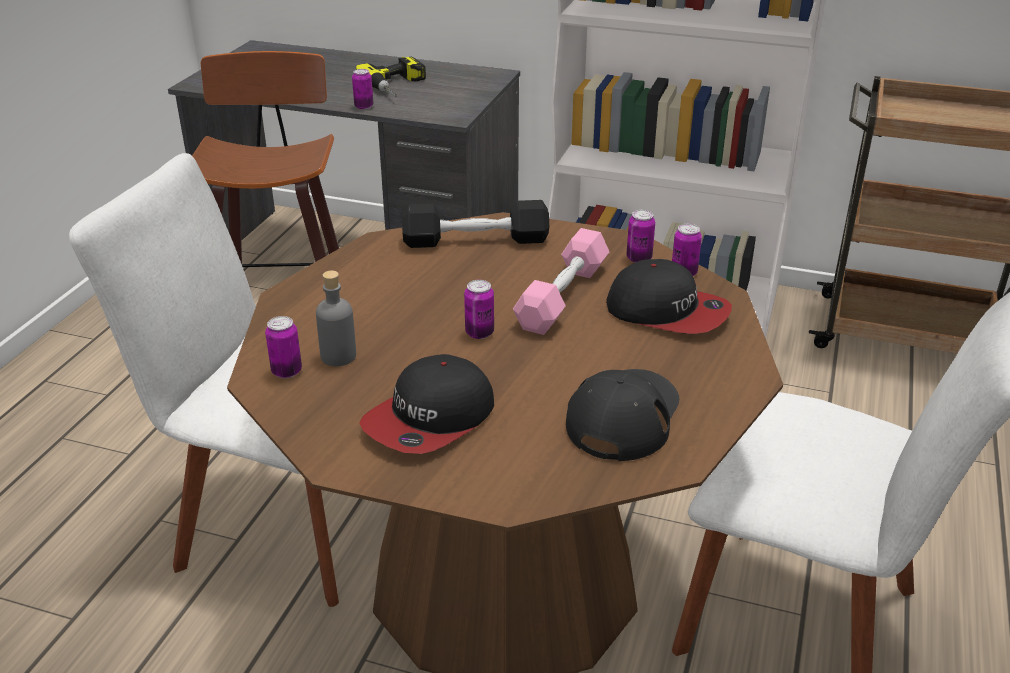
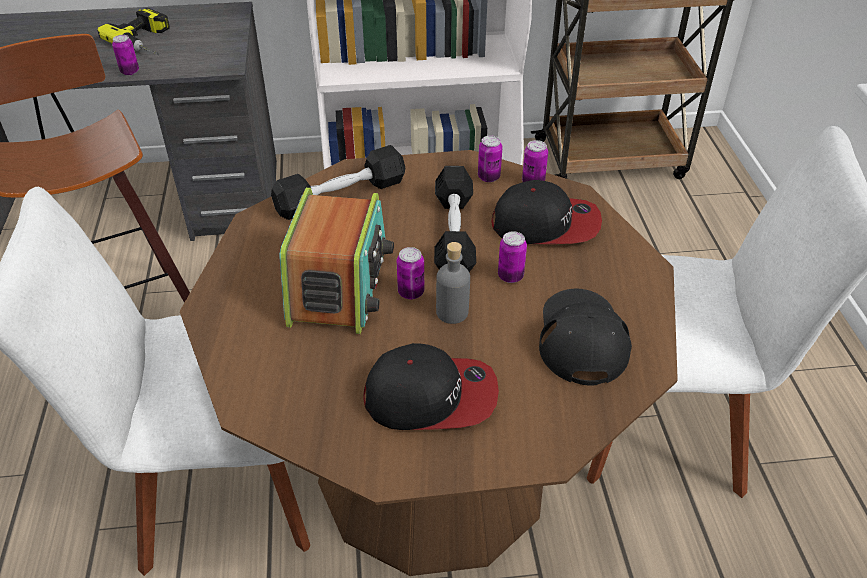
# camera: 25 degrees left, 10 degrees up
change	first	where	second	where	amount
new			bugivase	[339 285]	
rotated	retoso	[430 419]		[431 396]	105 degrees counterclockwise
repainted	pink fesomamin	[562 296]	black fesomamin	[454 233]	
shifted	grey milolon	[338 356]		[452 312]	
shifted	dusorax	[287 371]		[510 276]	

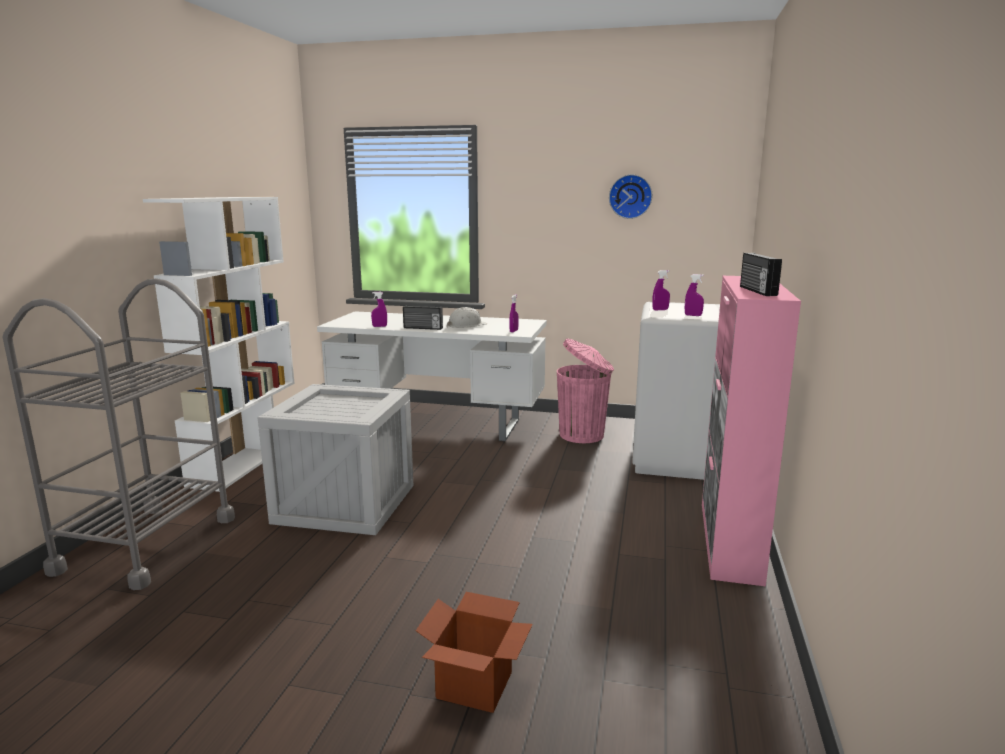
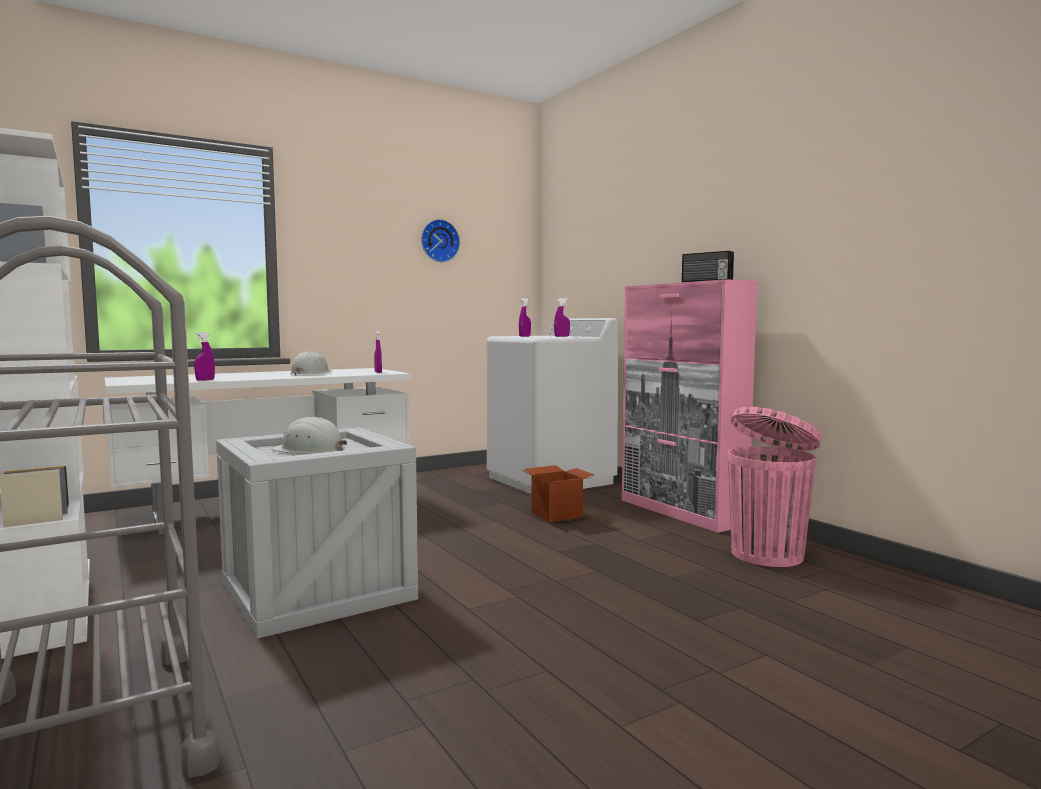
# camera: 45 degrees left, 10 degrees down
change	first	where	second	where	amount
new			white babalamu	[309 450]	
shifted	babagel	[474 685]		[556 515]	
shifted	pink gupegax	[583 435]		[768 554]	
gone	bugivase	[423 328]			

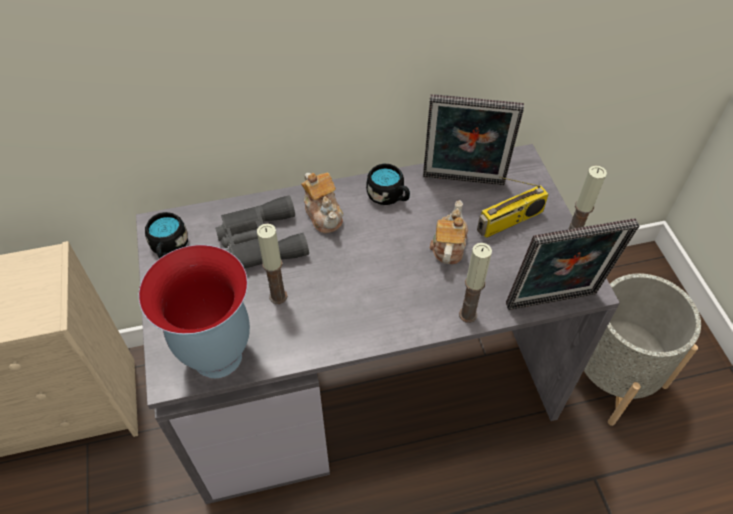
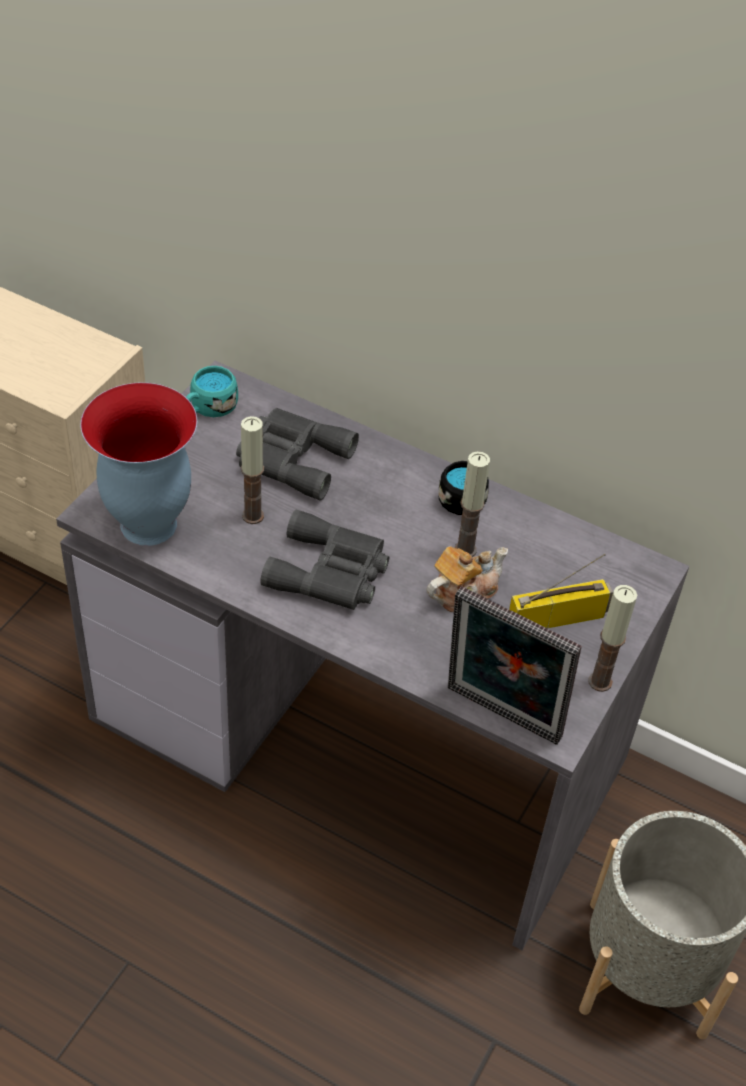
# camera: 40 degrees right, 5 degrees down
change	first	where	second	where	amount
repainted	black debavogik	[168 248]	turquoise debavogik	[209 408]	
new			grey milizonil	[330 573]	
shifted	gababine	[468 314]		[465 550]	
rotated	bugivase	[510 221]		[557 617]	150 degrees clockwise
gone	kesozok	[323 213]			
gone	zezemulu	[463 182]			

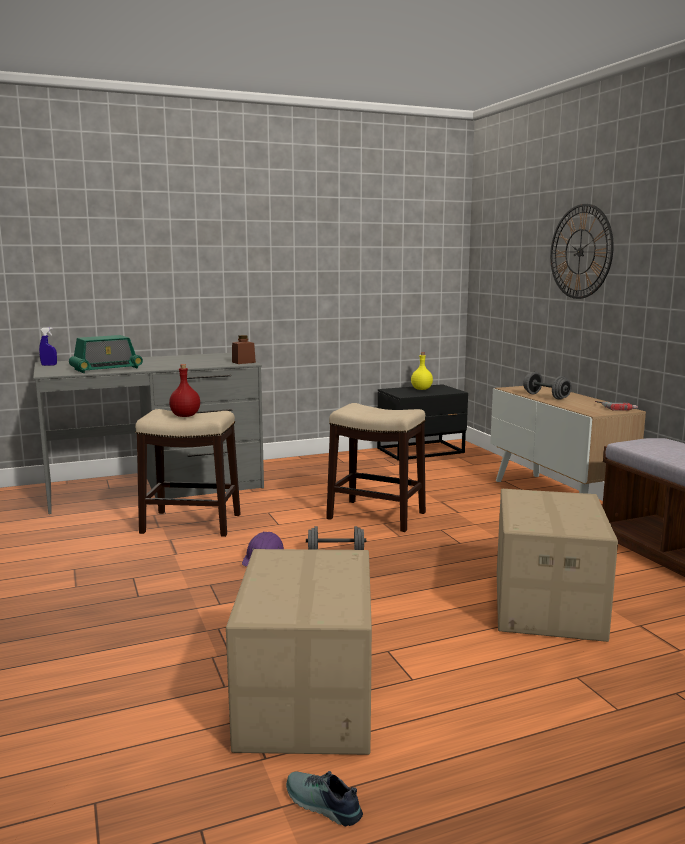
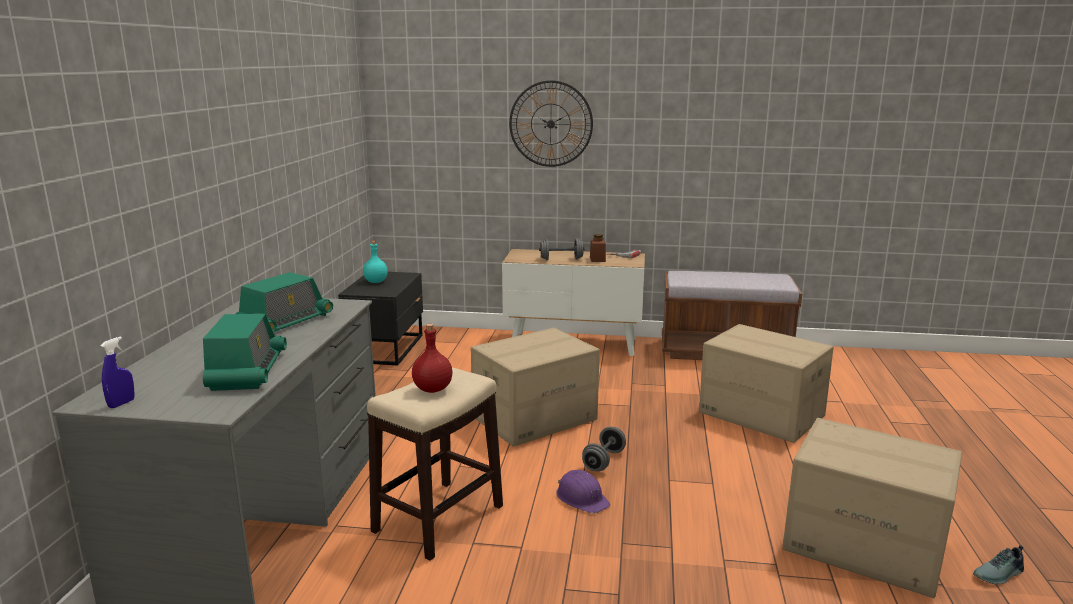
# camera: 60 degrees left, 5 degrees up
change	first	where	second	where	amount
new			bugivase	[285 322]	
repainted	yellow milolon	[421 389]	turquoise milolon	[376 282]	
swapped	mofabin	[377 516]	babagel	[534 418]	
shifted	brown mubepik	[243 362]		[597 259]	

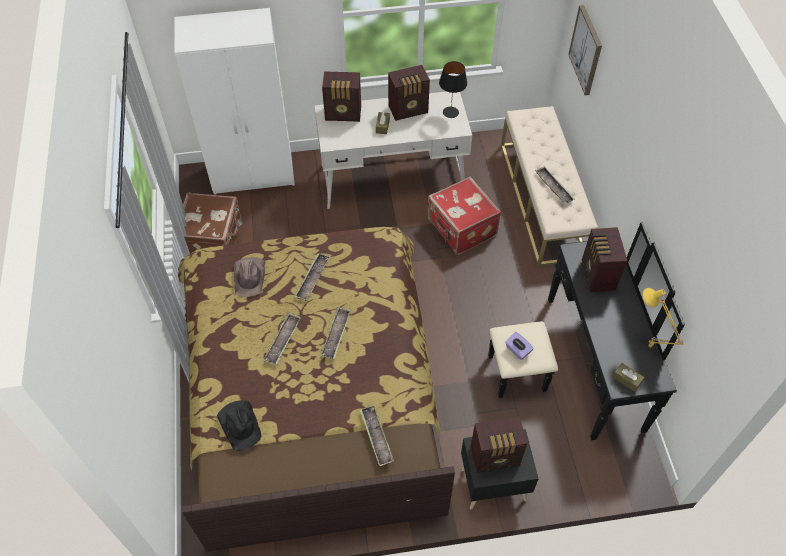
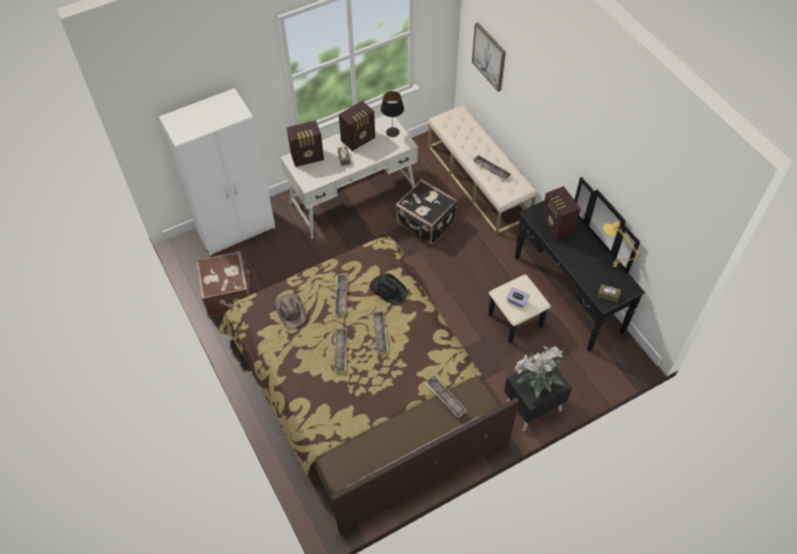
# camera: 20 degrees left, 0 degrees up
change	first	where	second	where	amount
shifted	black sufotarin	[240 425]		[388 290]	
repainted	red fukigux	[461 229]	black fukigux	[425 223]	
swapped	bugivase	[496 457]	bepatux	[536 383]	

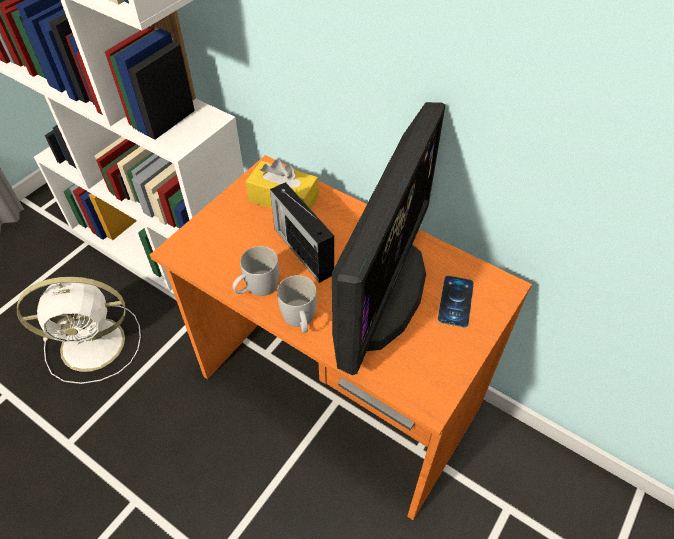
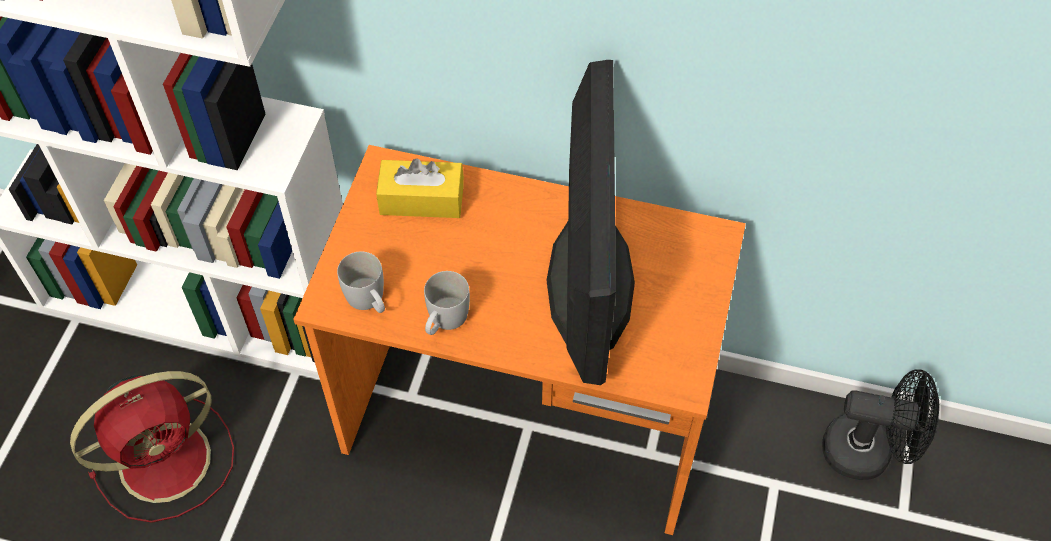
# camera: 20 degrees left, 5 degrees up
change	first	where	second	where	amount
repainted	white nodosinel	[96 343]	red nodosinel	[169 458]	
shifted	white debavogik	[300 320]		[369 301]	
new			black nodosinel	[868 451]	
gone	bugivase	[303 250]			
gone	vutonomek	[455 301]			

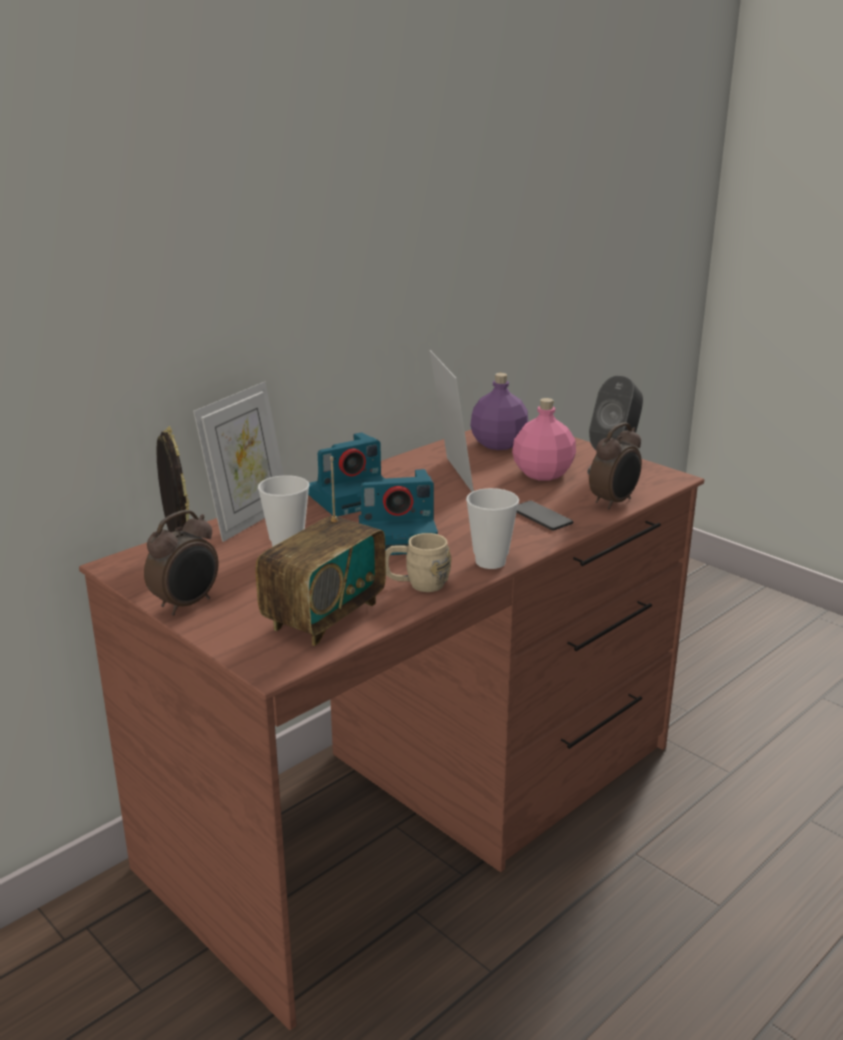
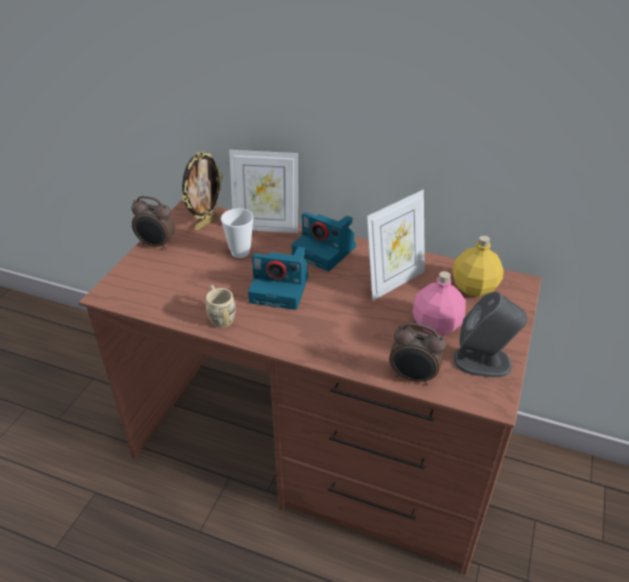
# camera: 65 degrees right, 15 degrees up
change	first	where	second	where	amount
rotated	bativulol	[399 536]		[281 289]	45 degrees counterclockwise
repainted	purple milolon	[499 444]	yellow milolon	[473 288]	
gone	bugivase	[324 616]			
gone	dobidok	[490 562]			
gone	vutonomek	[541 517]			

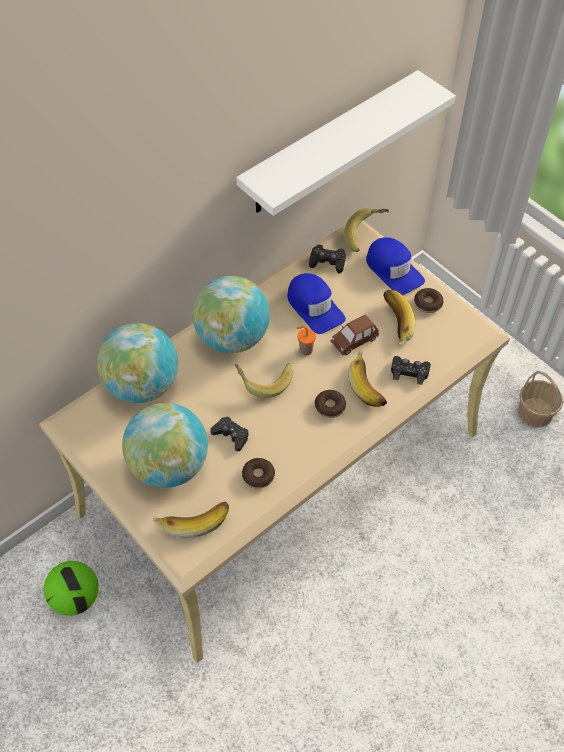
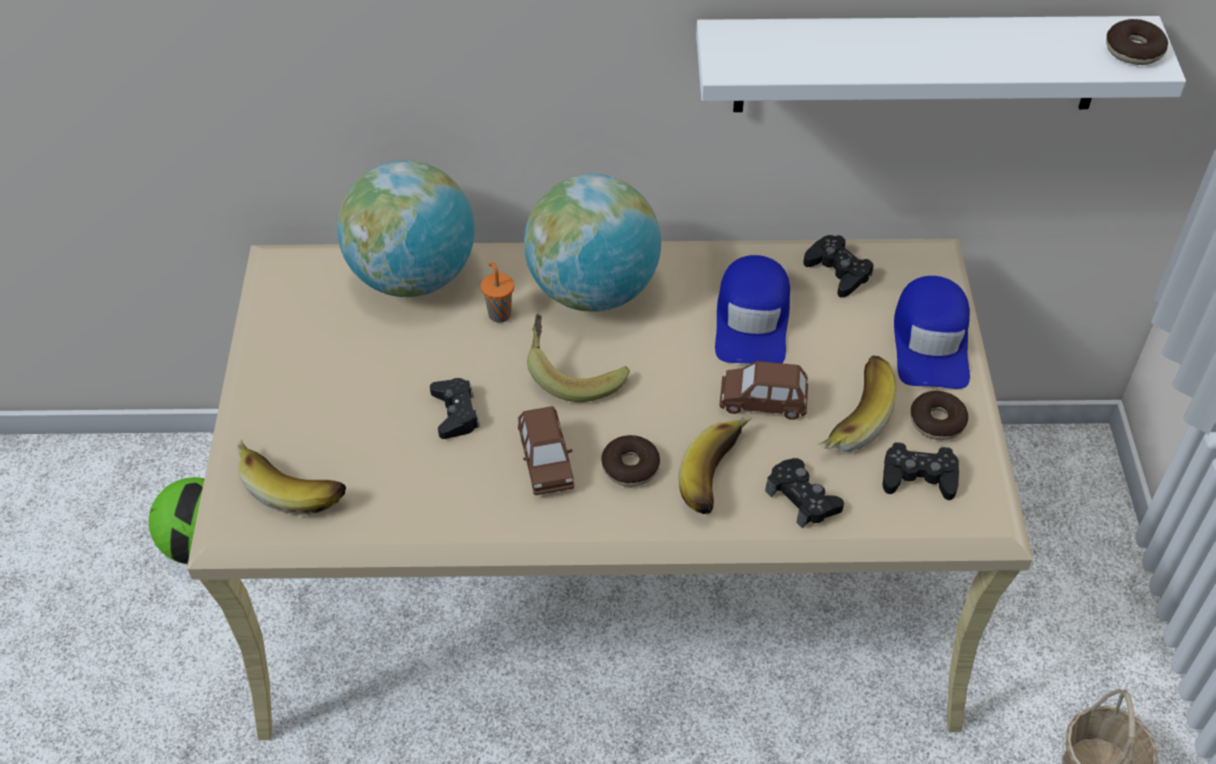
# camera: 40 degrees right, 5 degrees down
change	first	where	second	where	amount
shifted	orange dobidok	[305 350]		[499 313]	
new			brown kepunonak	[546 462]	
new			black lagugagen	[918 477]	
shifted	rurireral	[258 476]		[1133 50]	
gone	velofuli	[169 465]			
gone	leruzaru	[366 236]			

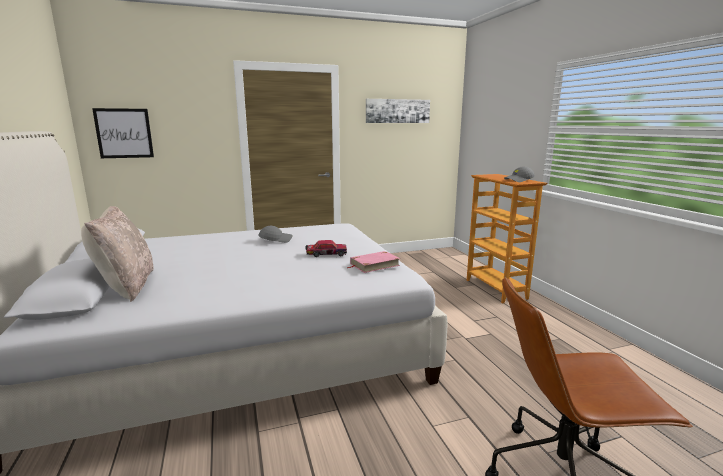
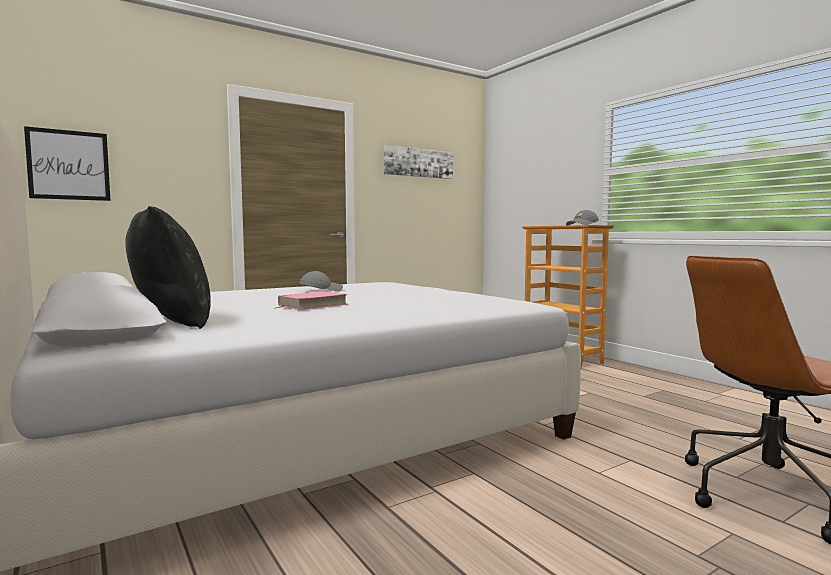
# camera: 15 degrees left, 10 degrees down
change	first	where	second	where	amount
repainted	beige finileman	[126 287]	black finileman	[170 321]	
shifted	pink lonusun	[374 265]		[312 305]	
gone	kepunonak	[326 254]			

